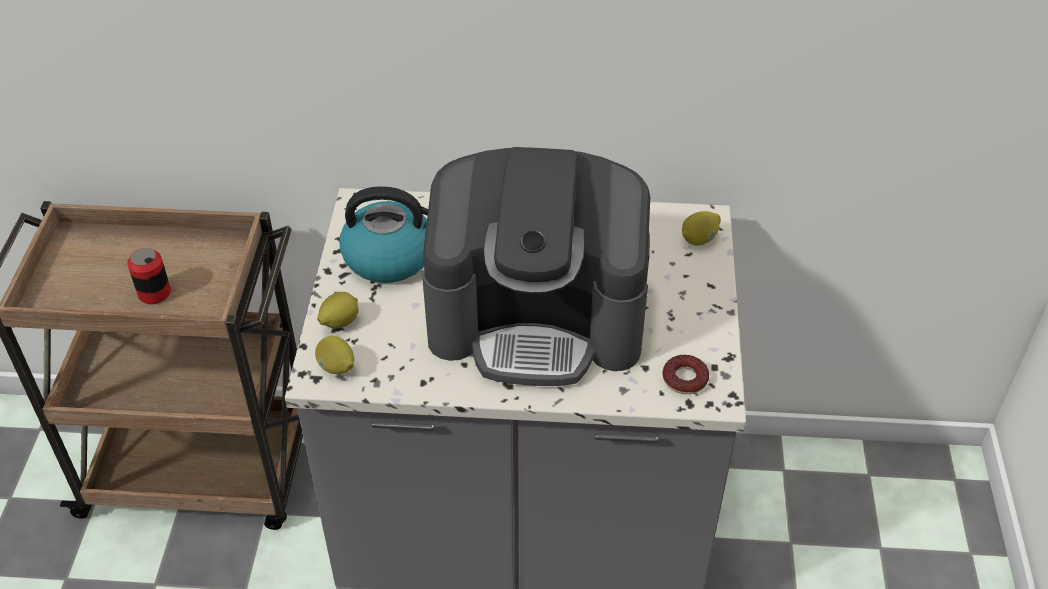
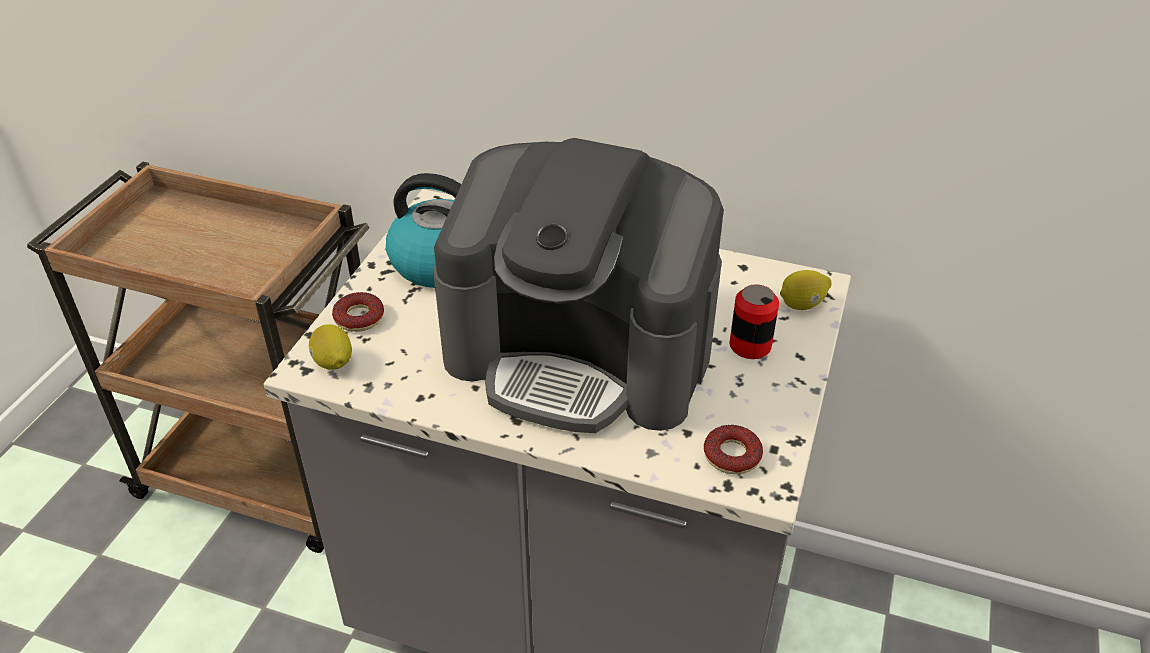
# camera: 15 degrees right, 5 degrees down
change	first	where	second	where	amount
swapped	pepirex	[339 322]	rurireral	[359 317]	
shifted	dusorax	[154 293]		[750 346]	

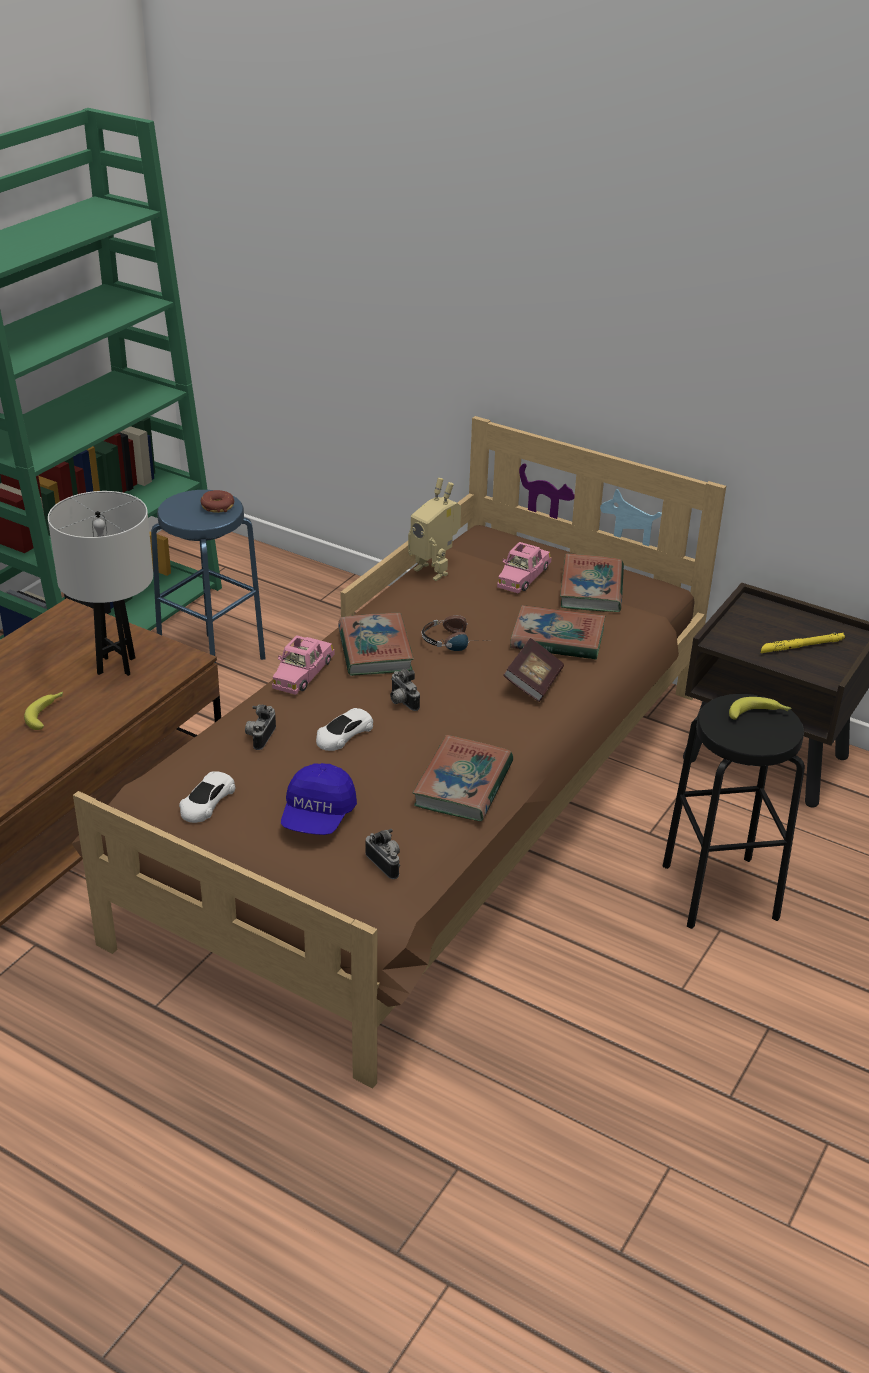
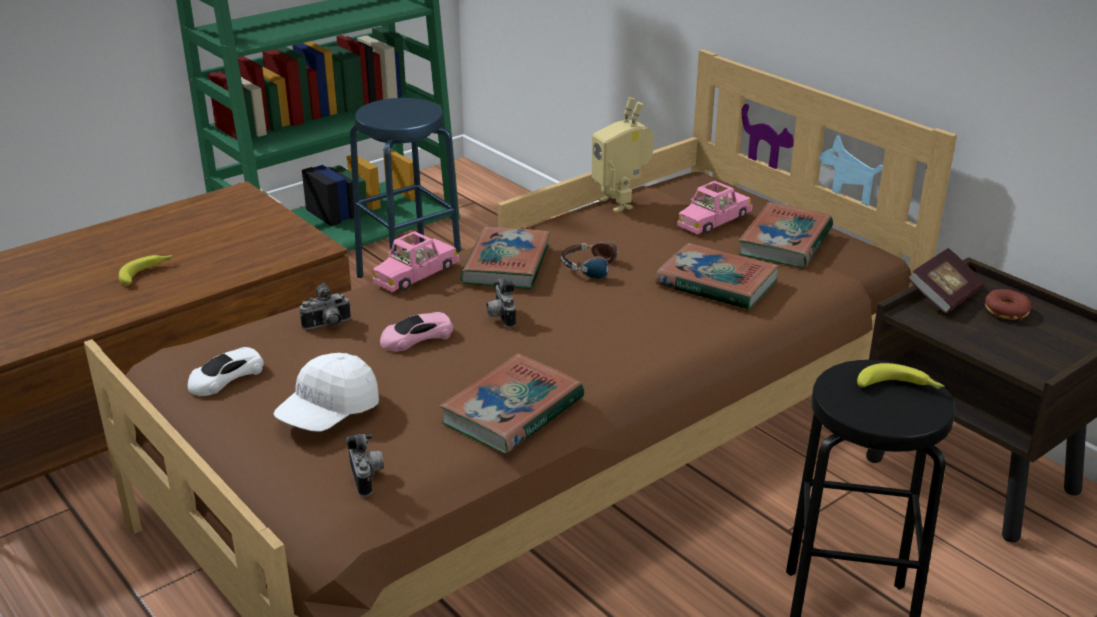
# camera: 20 degrees right, 5 degrees down
change	first	where	second	where	amount
repainted	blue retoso	[318 816]	white retoso	[328 414]	
rotated	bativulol	[260 737]		[328 326]	150 degrees counterclockwise
repainted	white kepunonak	[343 734]	pink kepunonak	[416 338]	
shifted	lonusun	[533 683]		[943 296]	
shifted	rurireral	[217 507]		[1006 311]	
gone	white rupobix	[116 665]			
gone	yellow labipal	[801 646]			

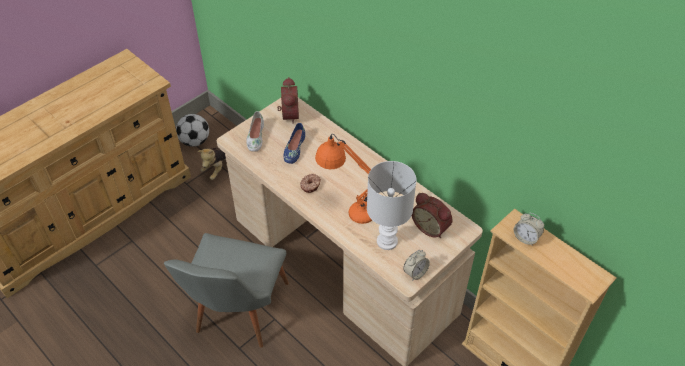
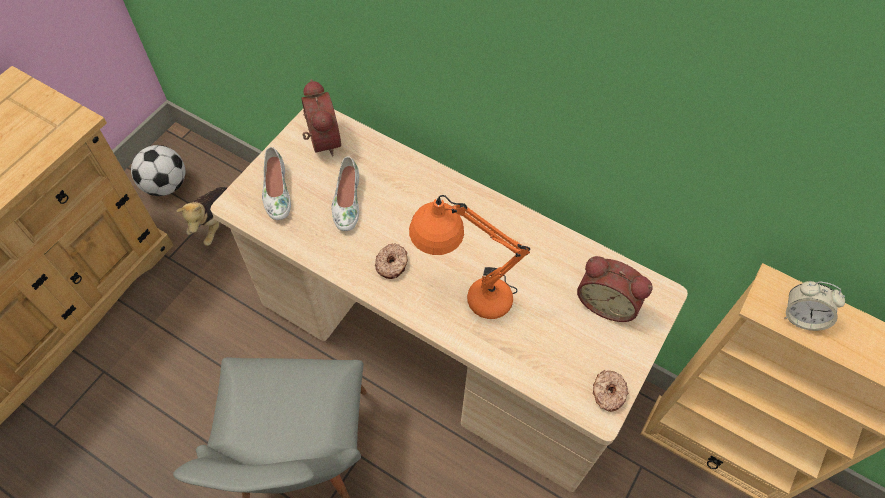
# camera: 15 degrees left, 10 degrees up
change	first	where	second	where	amount
repainted	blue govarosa	[294 149]	white govarosa	[346 201]	
swapped	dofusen	[415 273]	rurireral	[607 393]	
gone	white rupobix	[388 242]			

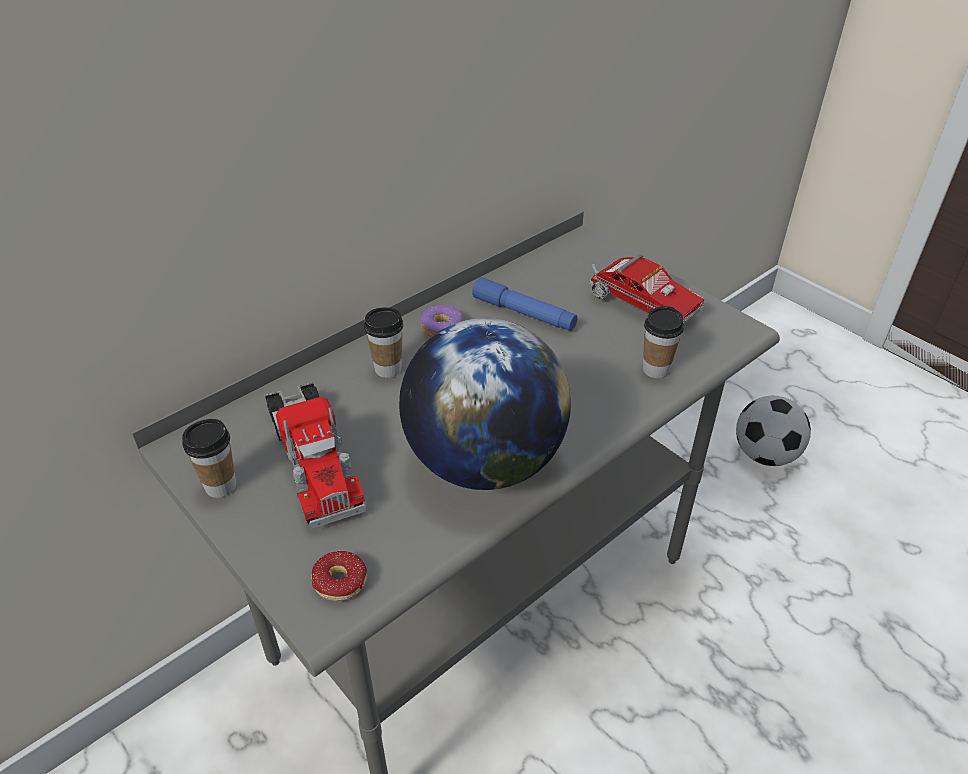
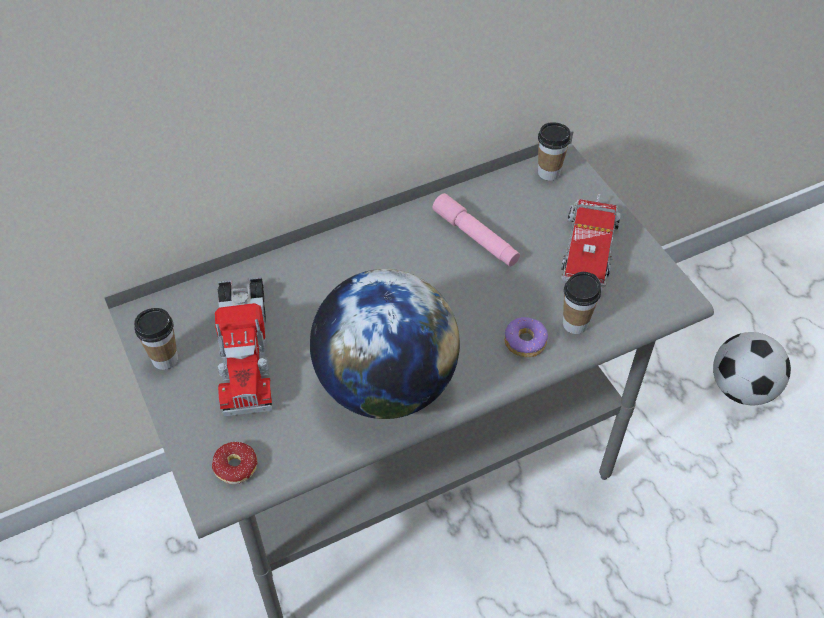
# camera: 15 degrees right, 10 degrees up
change	first	where	second	where	amount
repainted	blue labipal	[524 313]	pink labipal	[475 237]	
shifted	rurireral	[442 328]		[525 342]	
shifted	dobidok	[388 369]		[548 173]	
rotated	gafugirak	[637 304]		[588 247]	45 degrees clockwise

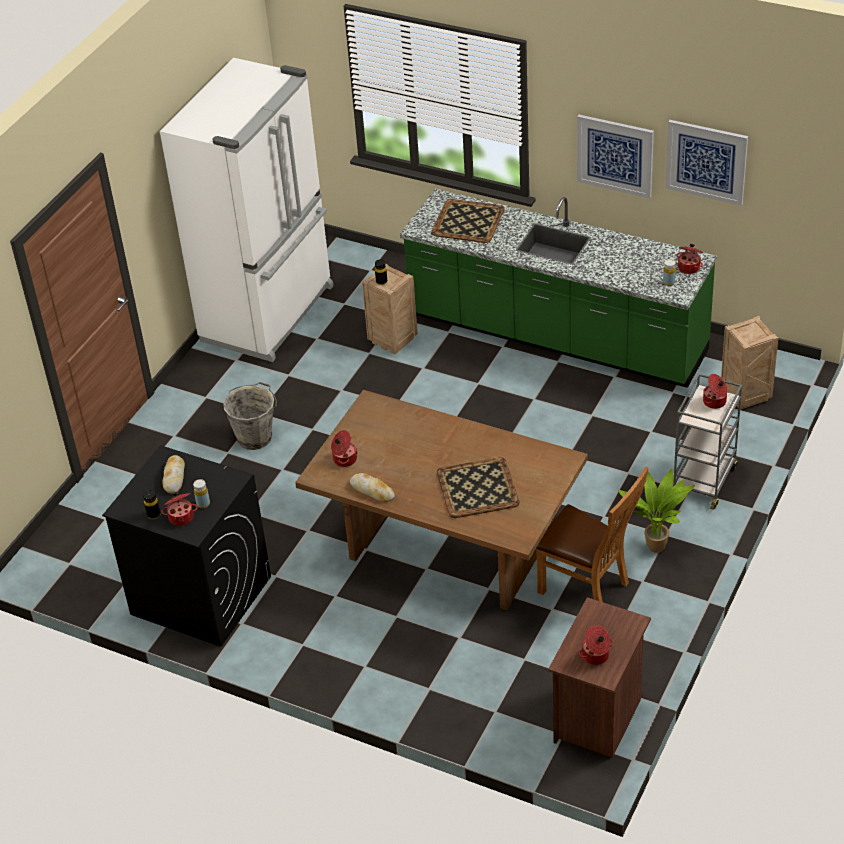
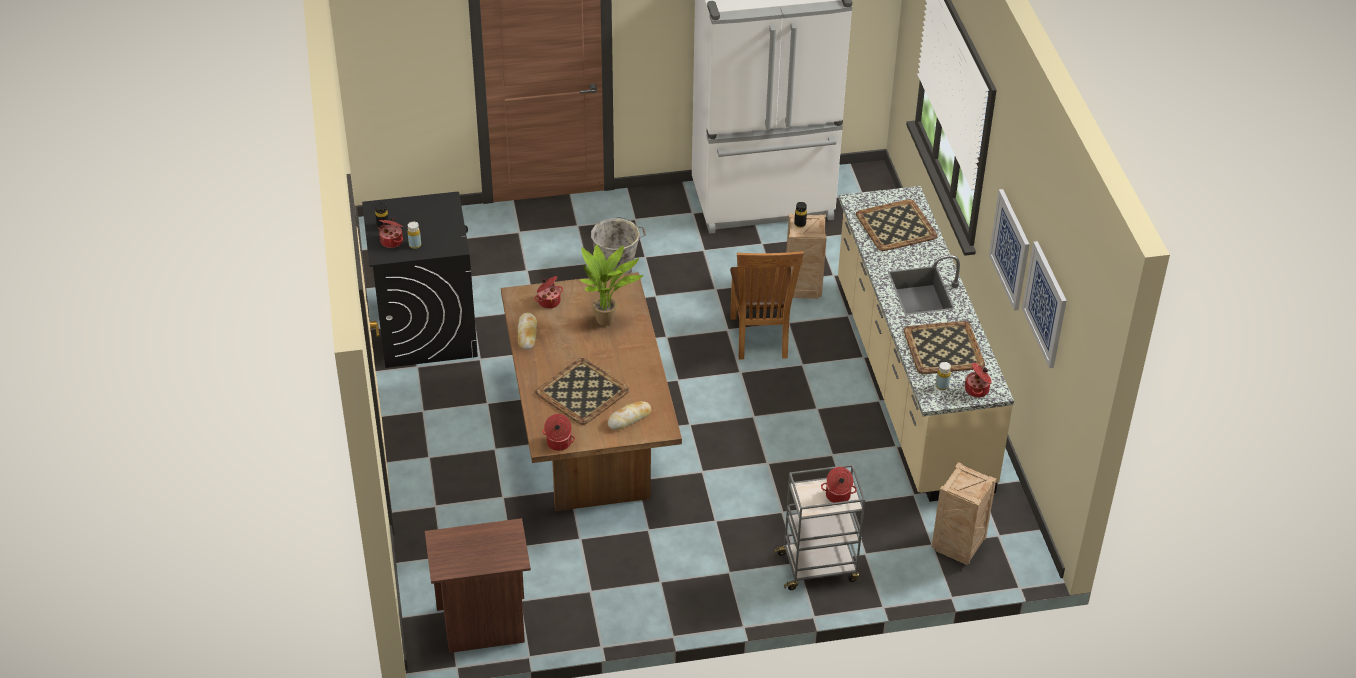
# camera: 50 degrees right, 0 degrees up
change	first	where	second	where	amount
shifted	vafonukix	[596 656]		[558 443]	
shifted	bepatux	[657 545]		[608 320]	
shifted	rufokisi	[174 477]		[629 419]	
shifted	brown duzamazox	[589 588]		[760 340]	
repainted	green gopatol	[556 336]	beige gopatol	[910 384]	
new			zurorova	[942 348]	

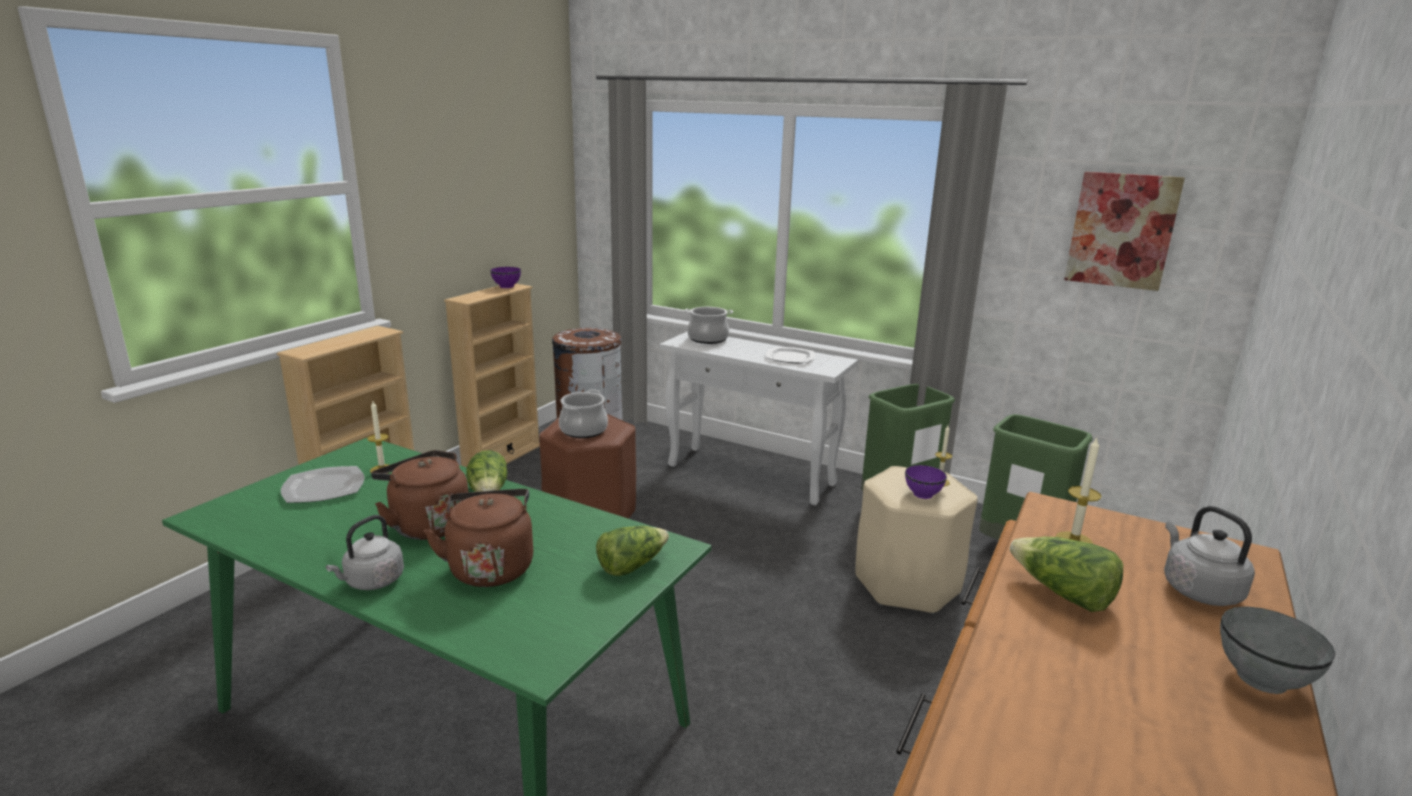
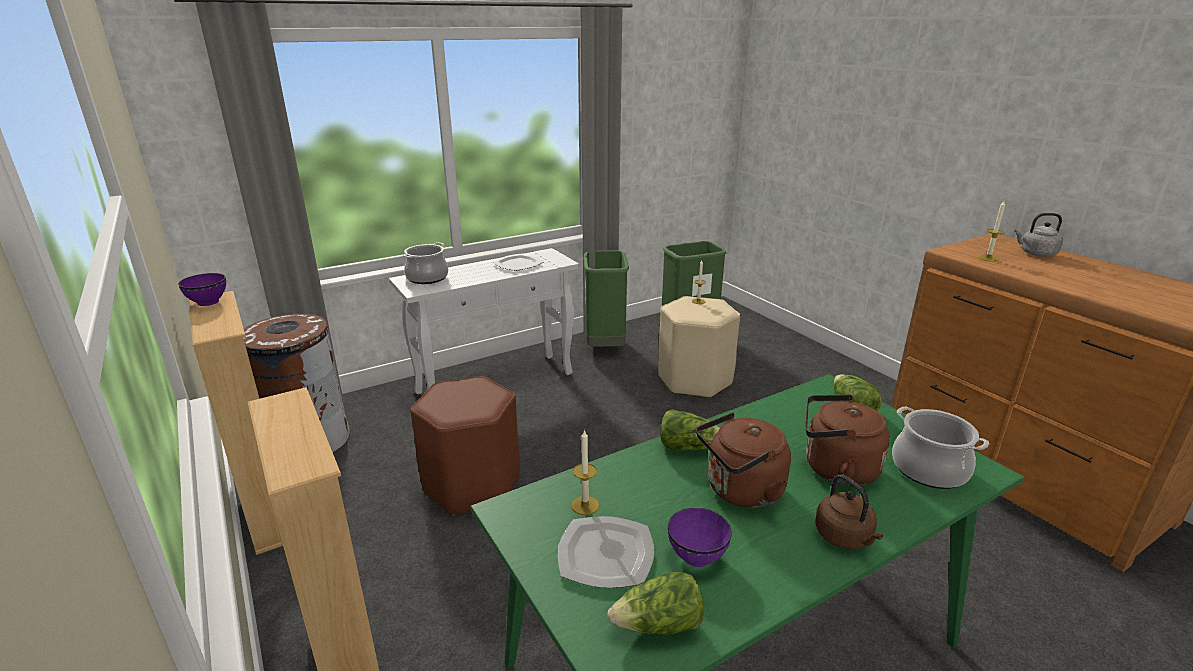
# camera: 60 degrees left, 5 degrees up
change	first	where	second	where	amount
shifted	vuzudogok	[1062 594]		[659 625]	
shifted	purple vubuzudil	[922 494]		[696 556]	
repainted	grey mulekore	[372 582]	brown mulekore	[845 538]	
shifted	vafonukix	[583 430]		[929 469]	
gone	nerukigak	[1121 230]			
gone	grey vubuzudil	[1262 679]			

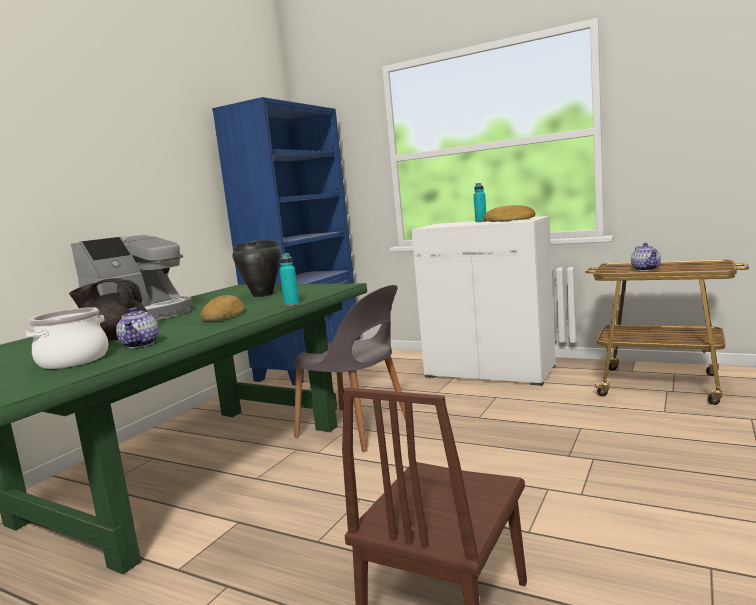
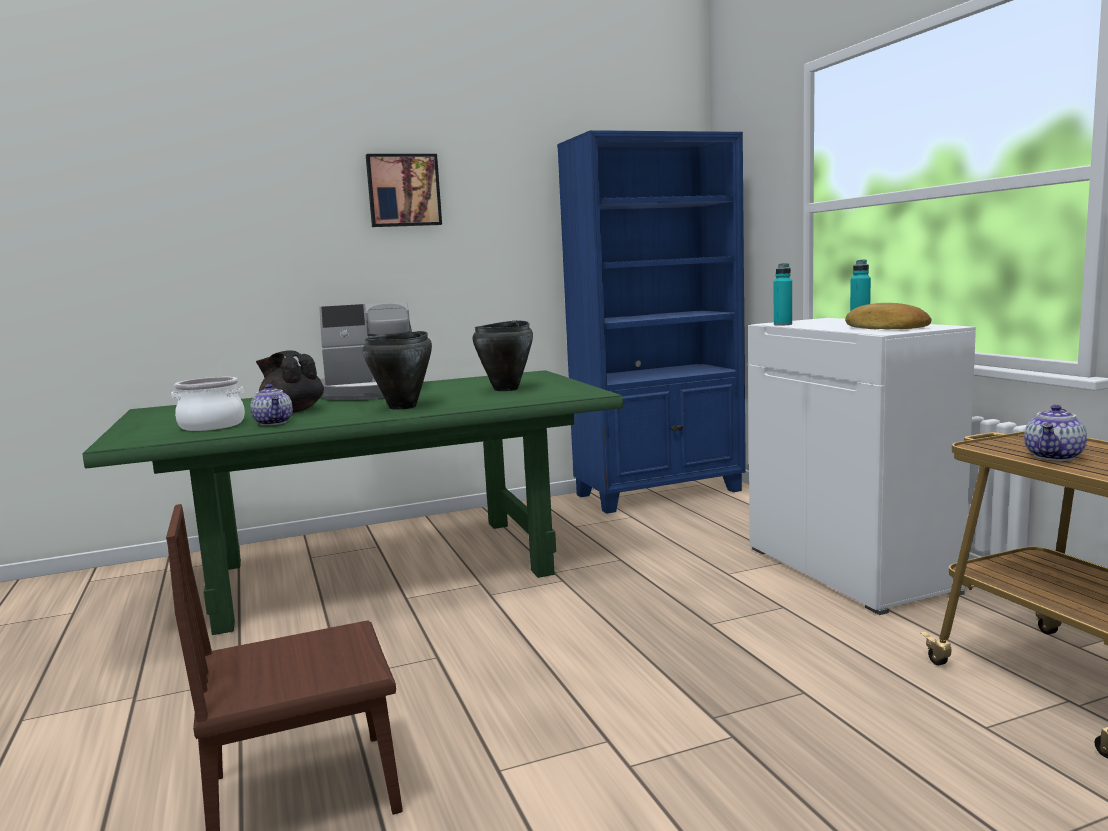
# camera: 40 degrees right, 0 degrees up
change	first	where	second	where	amount
rotated	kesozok	[141 345]		[274 423]	60 degrees counterclockwise
swapped	rufokisi	[224 315]	black vafonukix	[403 407]	
new			nerukigak	[403 190]	
shifted	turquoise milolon	[291 304]		[782 324]	
gone	grey duzamazox	[355 429]			

